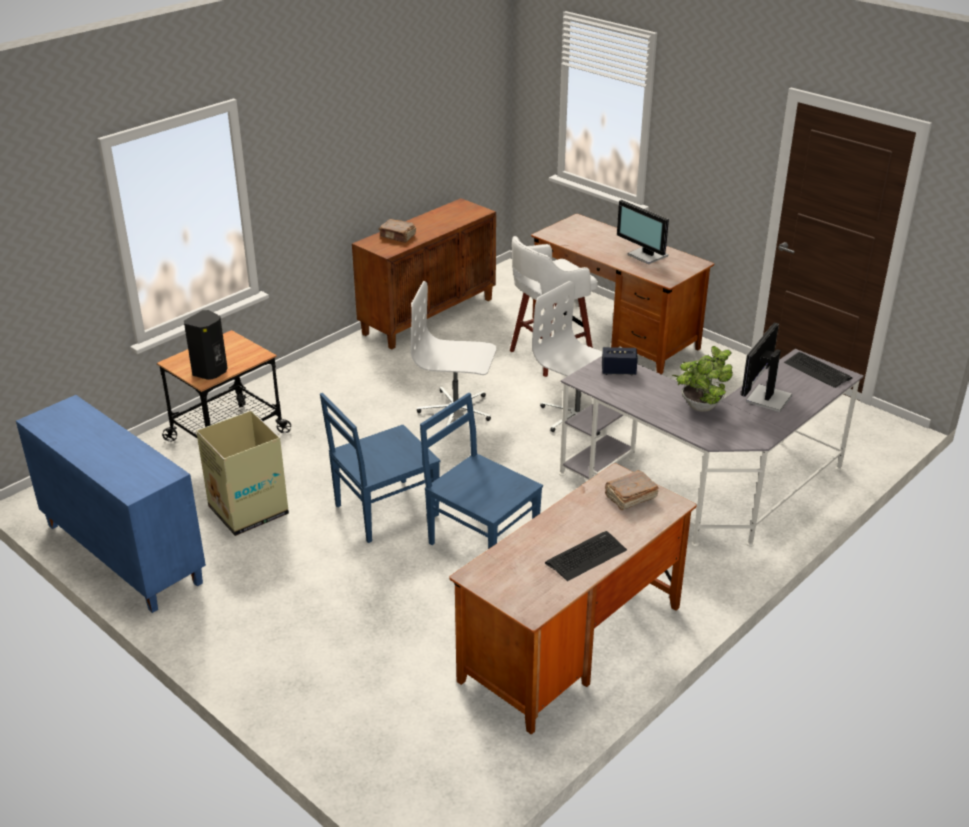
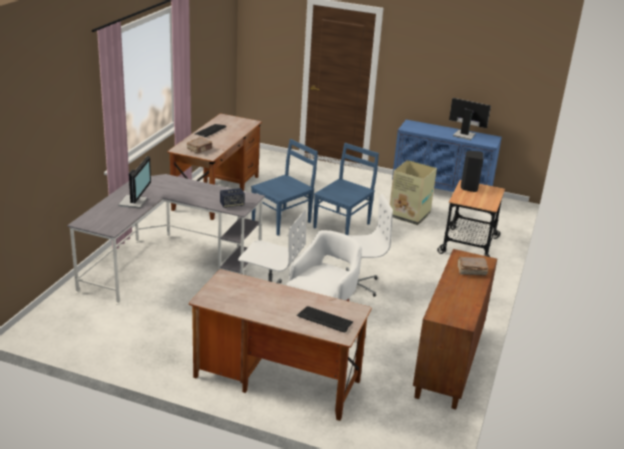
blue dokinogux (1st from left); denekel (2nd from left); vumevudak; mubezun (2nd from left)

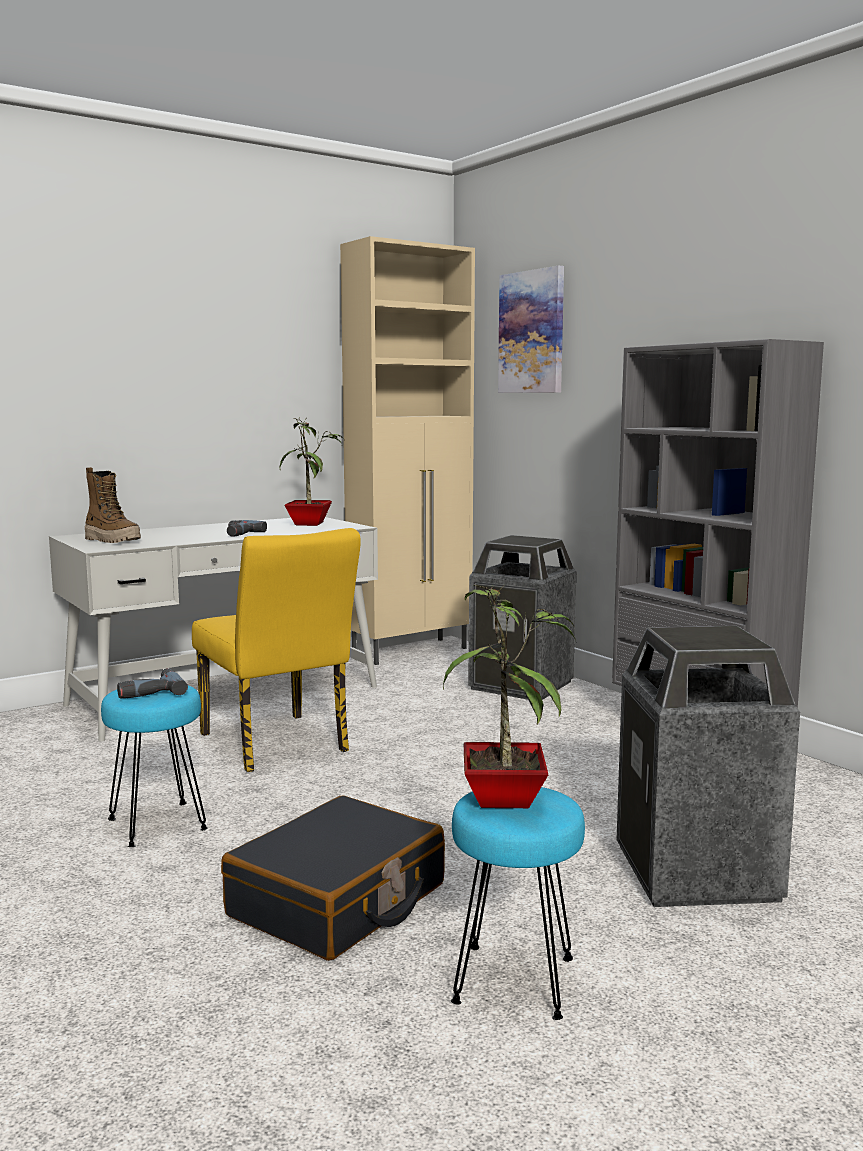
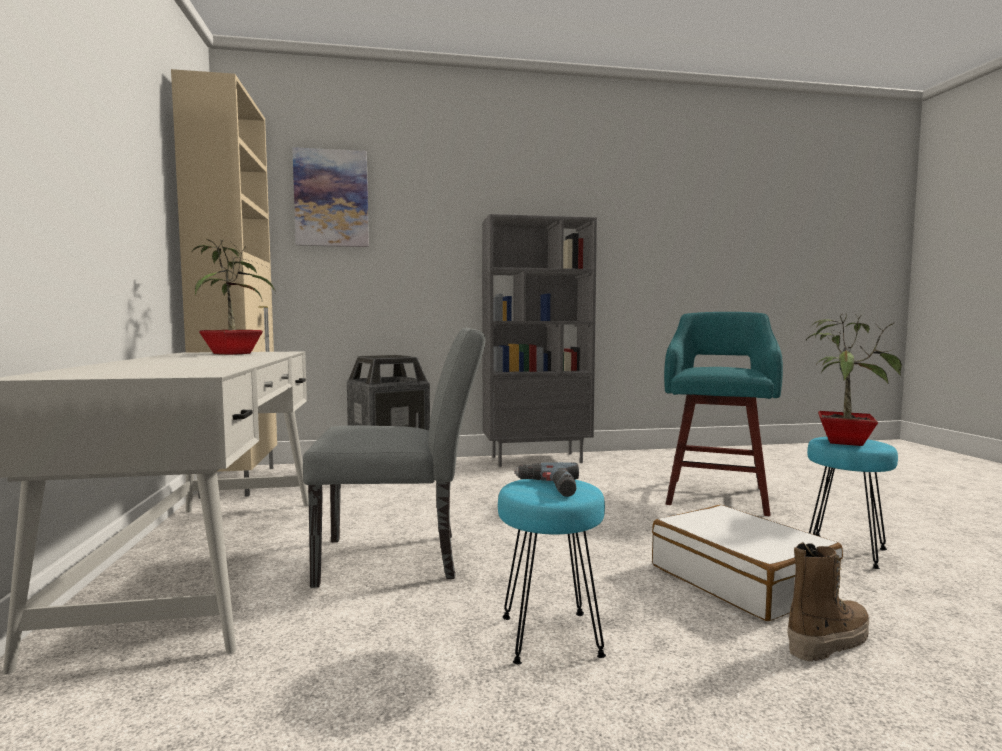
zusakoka; grey dokinogux; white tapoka; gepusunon (2nd from left in the first image); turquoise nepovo (2nd from left)

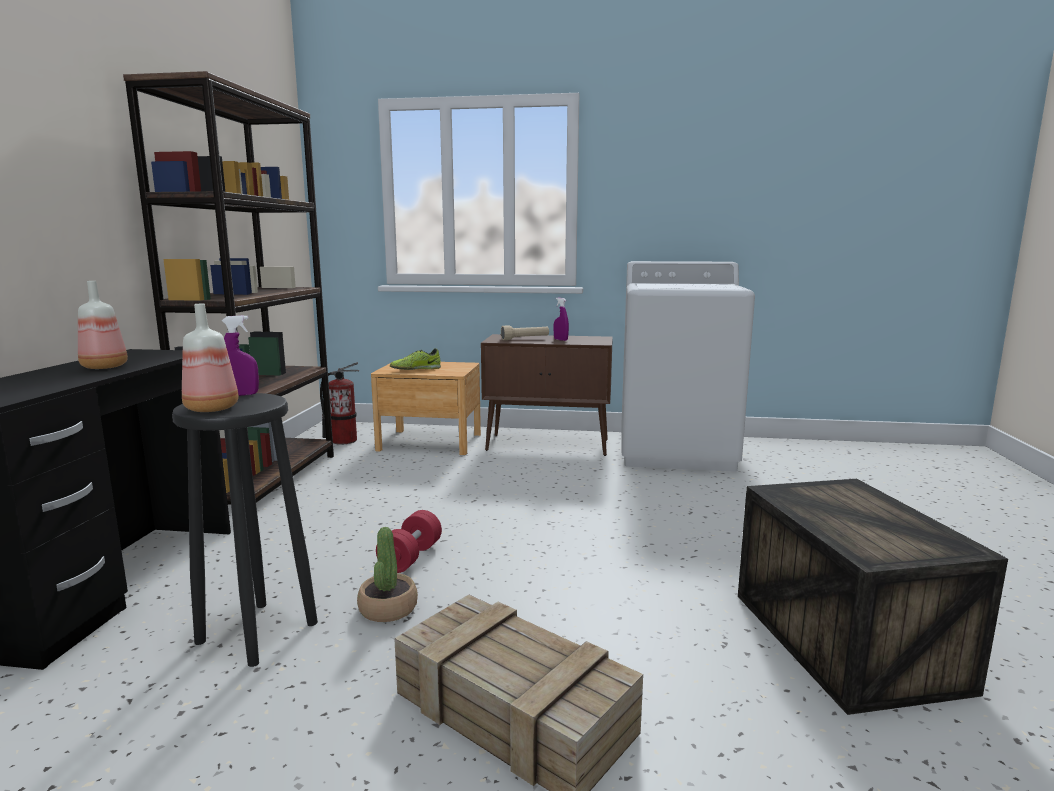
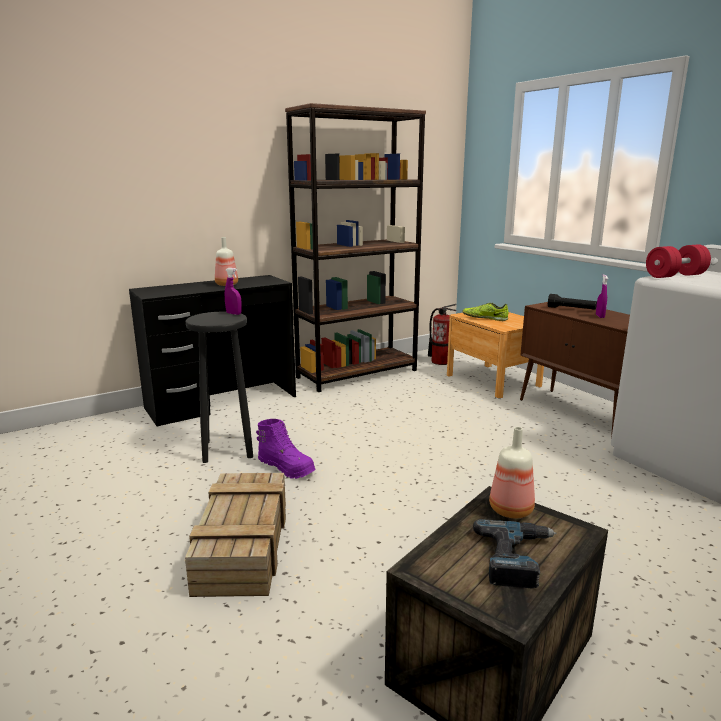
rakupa (2nd from left); purple zusakoka; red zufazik; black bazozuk; gepusunon

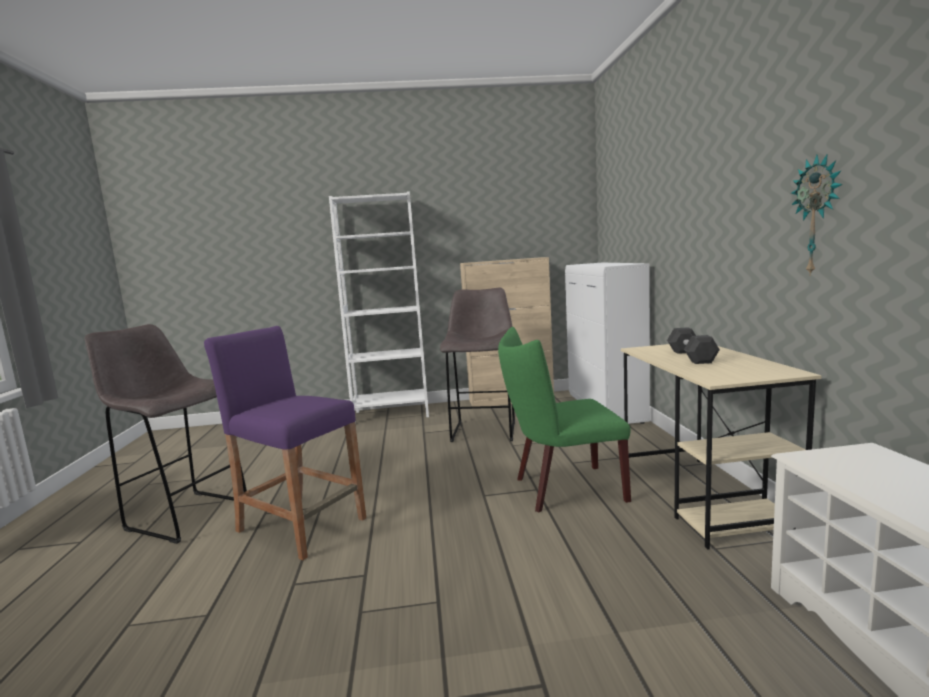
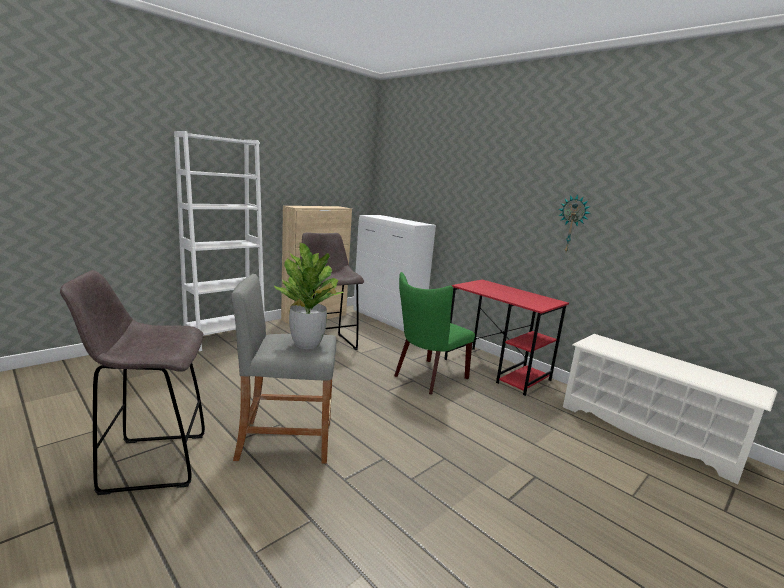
grey nepovo (2nd from left); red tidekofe; black zufazik; vumevudak

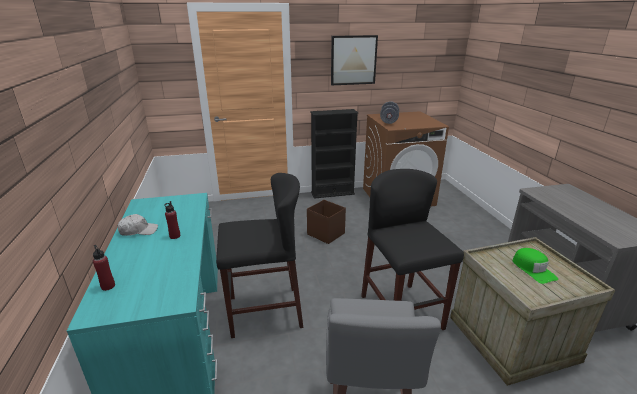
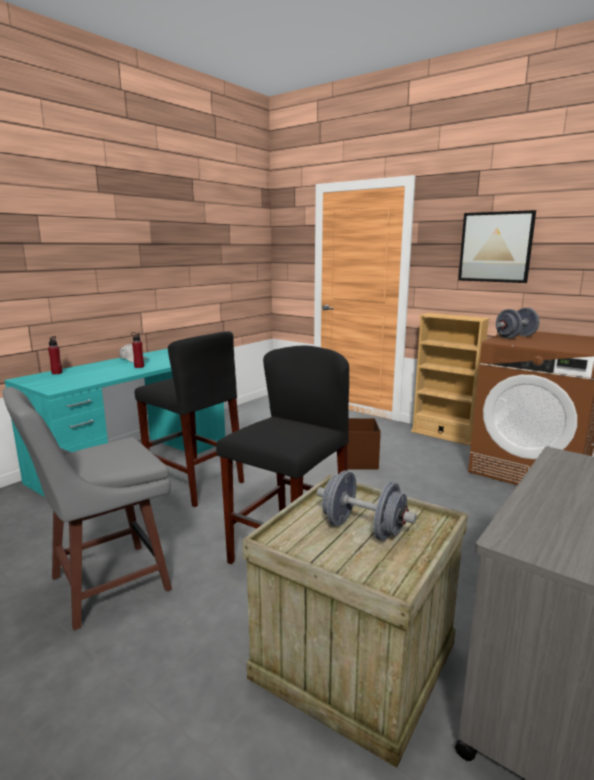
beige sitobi; grey zufazik (1st from left)

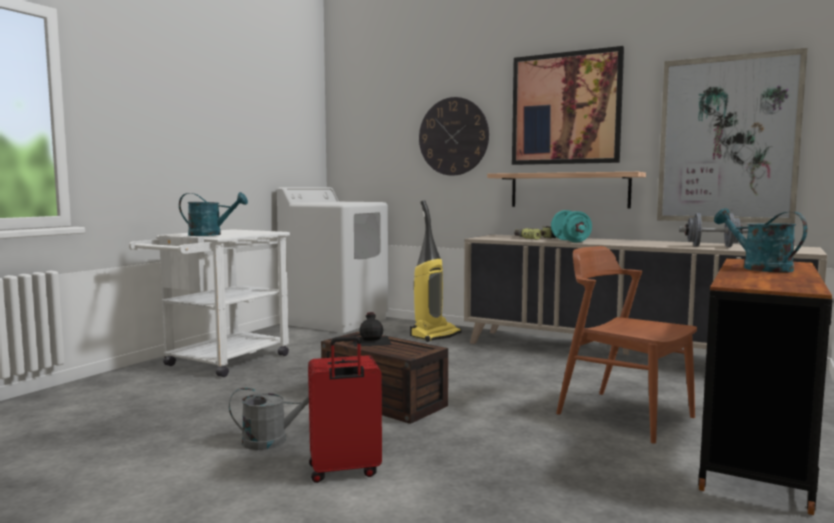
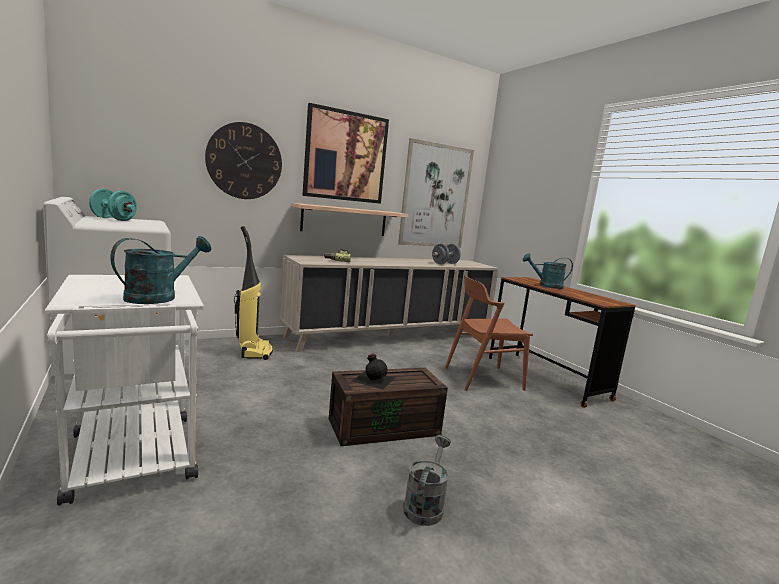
red tapoka; turquoise zufazik

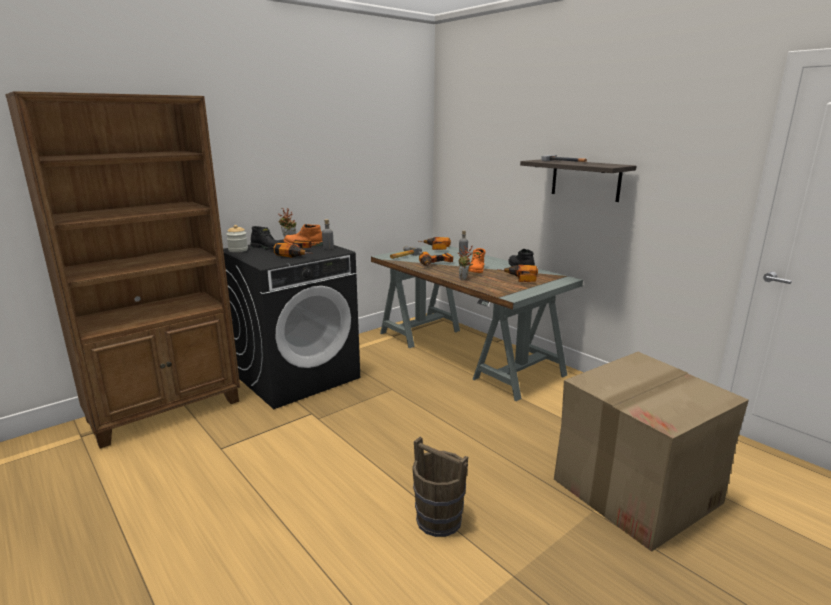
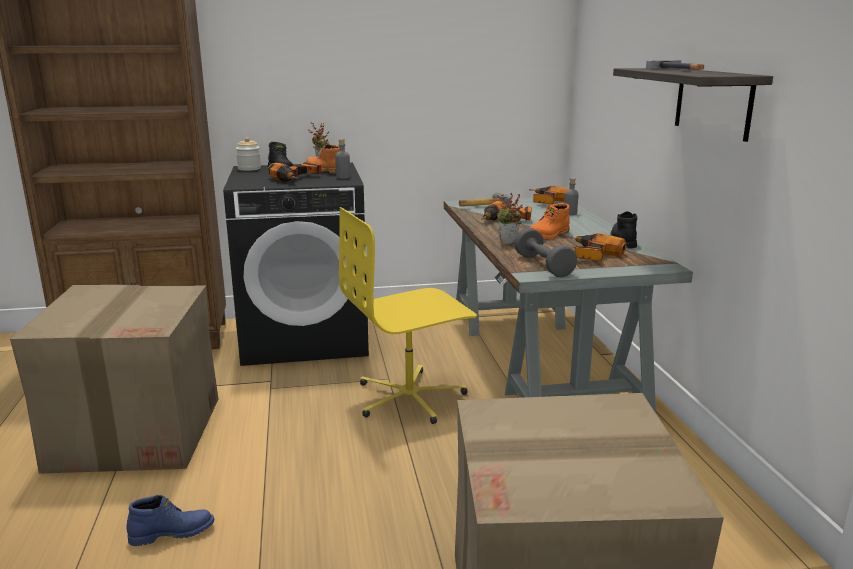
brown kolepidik; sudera (1st from left); blue zusakoka; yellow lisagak; grey zufazik

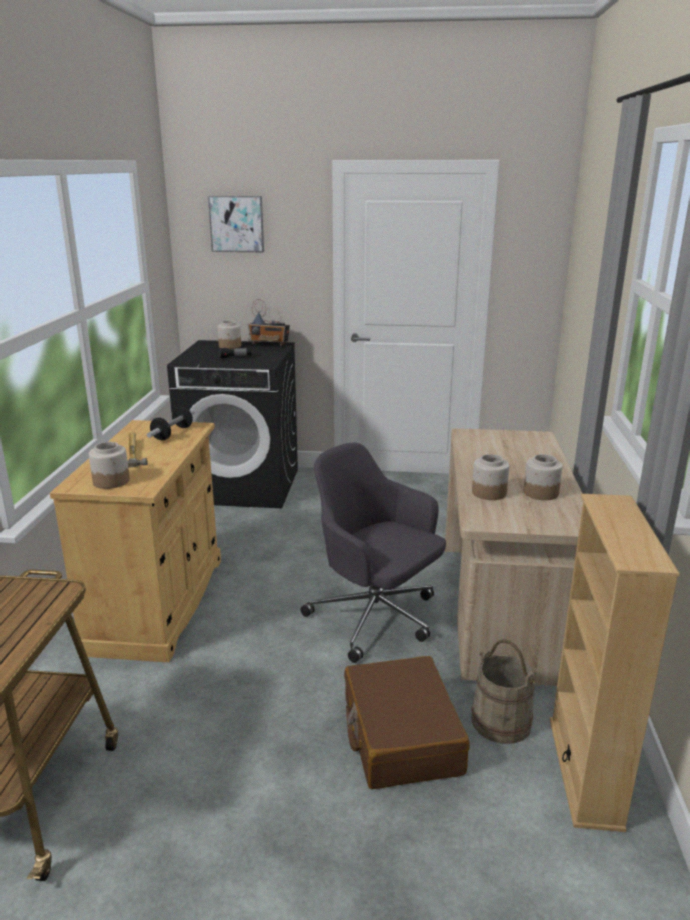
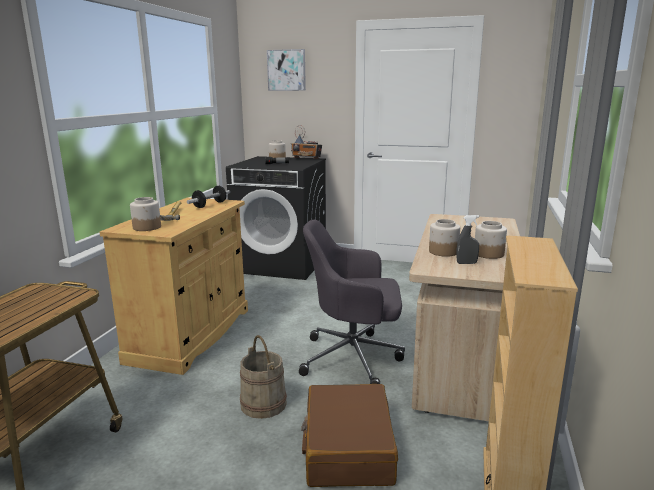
grey lisagak; beige kolepidik; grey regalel

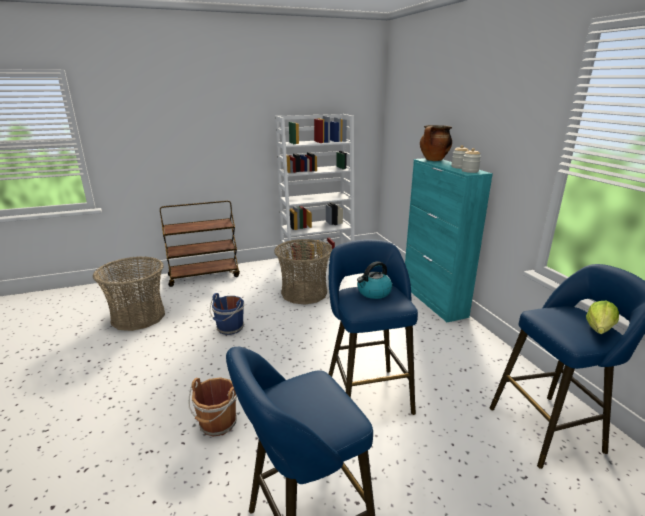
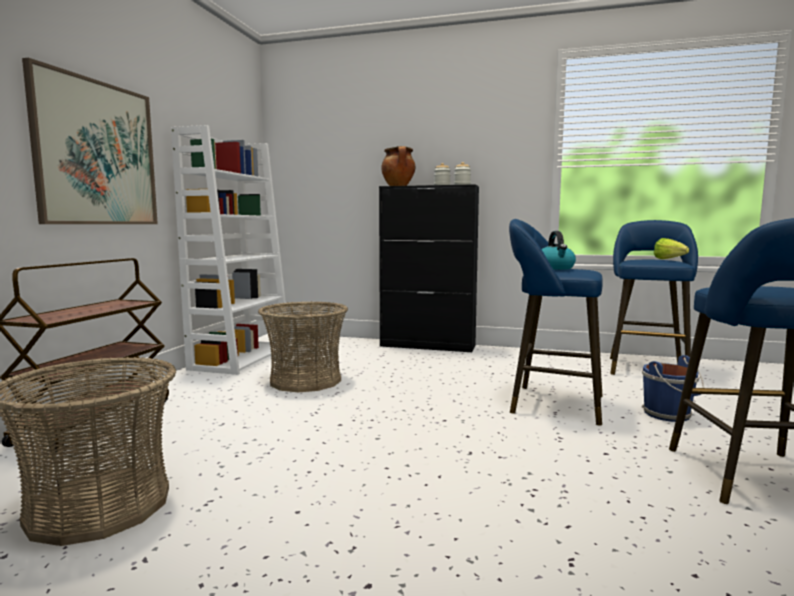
brown kolepidik; blue kolepidik; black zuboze; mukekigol

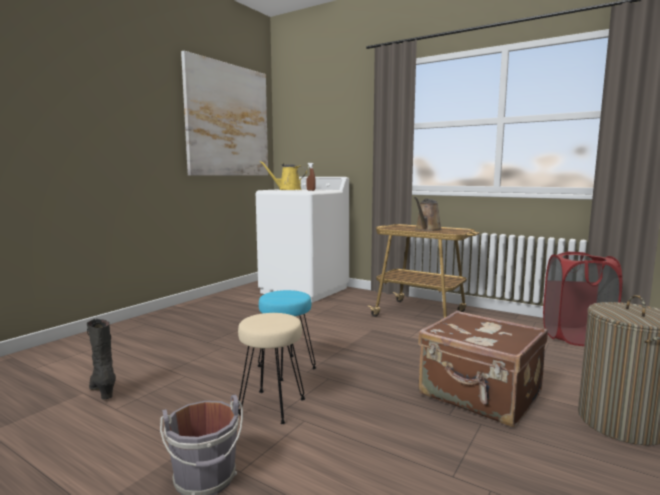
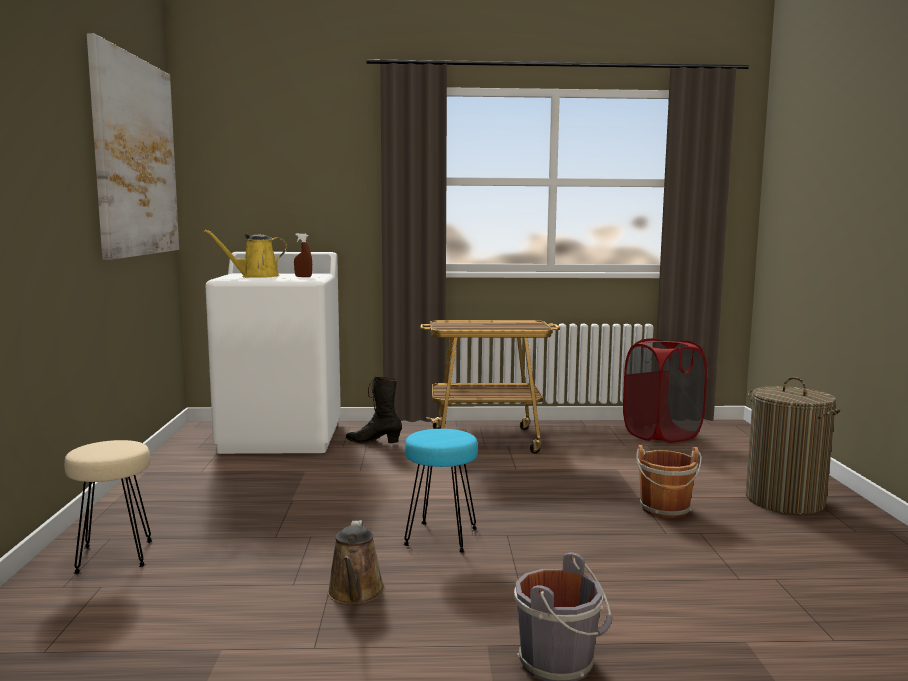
black zusakoka; beige nepovo; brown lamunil; brown kolepidik

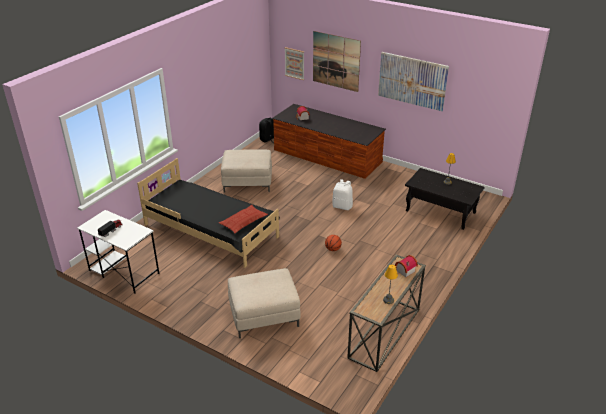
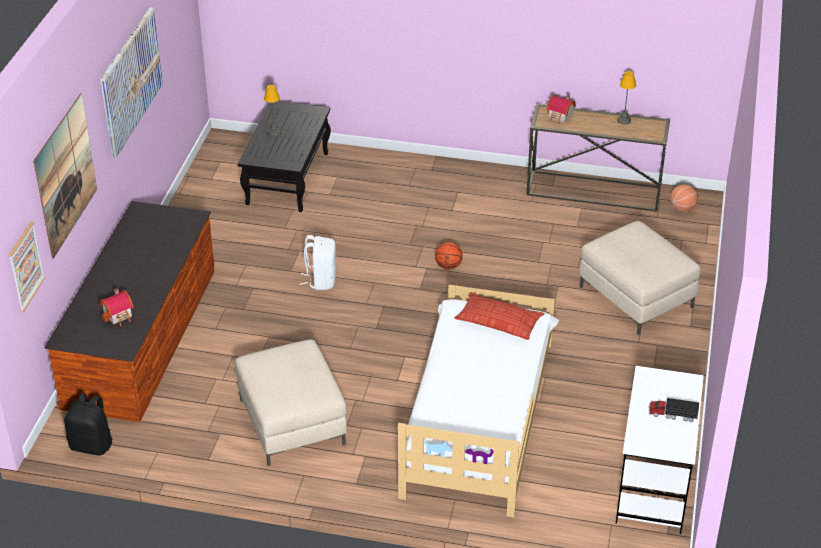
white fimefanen; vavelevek (2nd from left)

